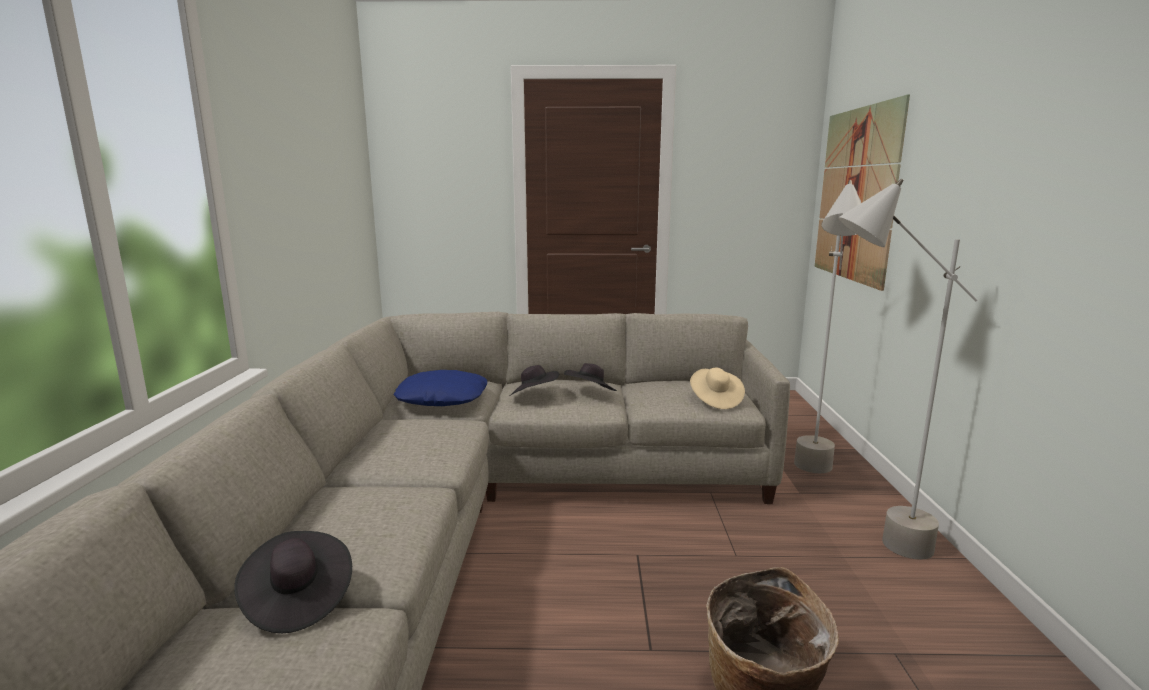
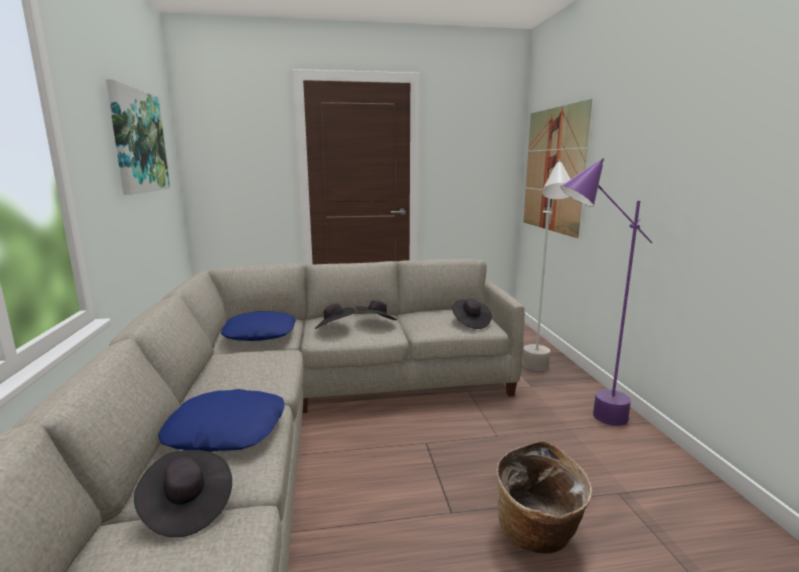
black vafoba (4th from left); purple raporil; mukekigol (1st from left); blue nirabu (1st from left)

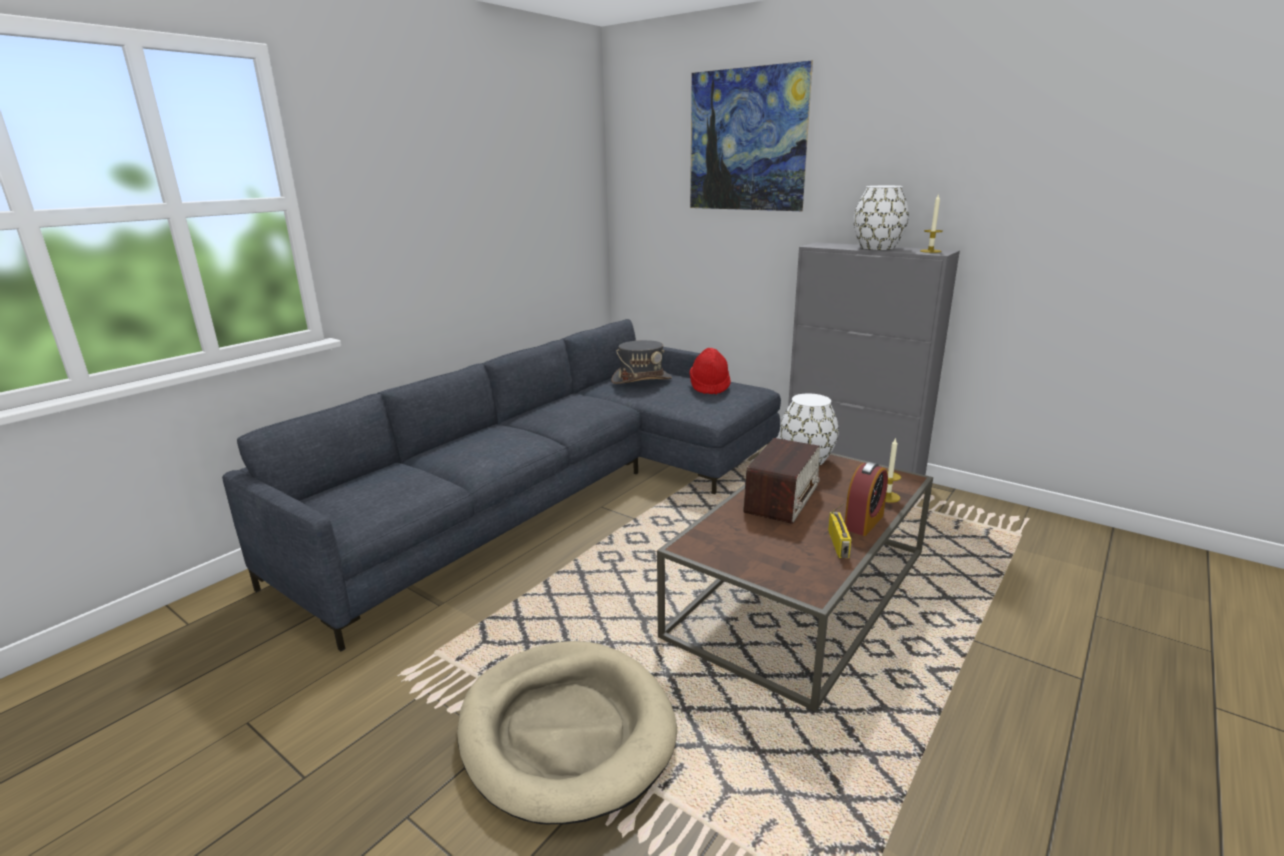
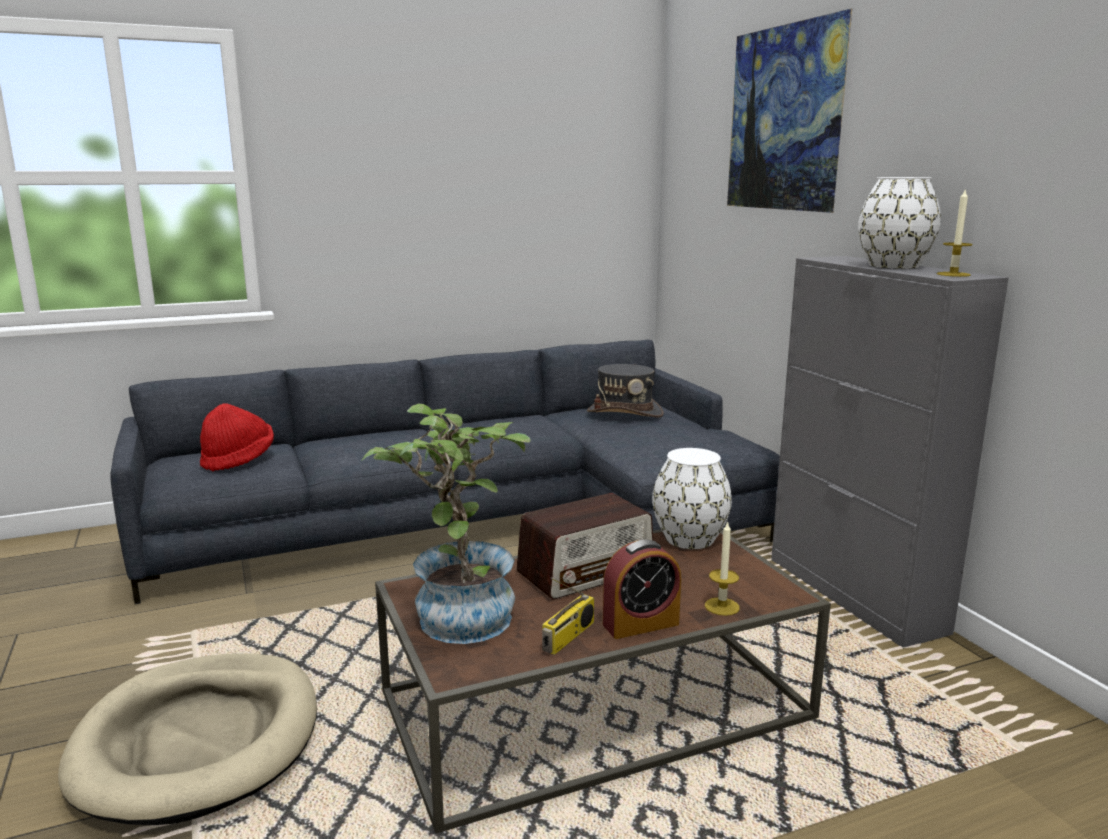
red vafoba; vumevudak

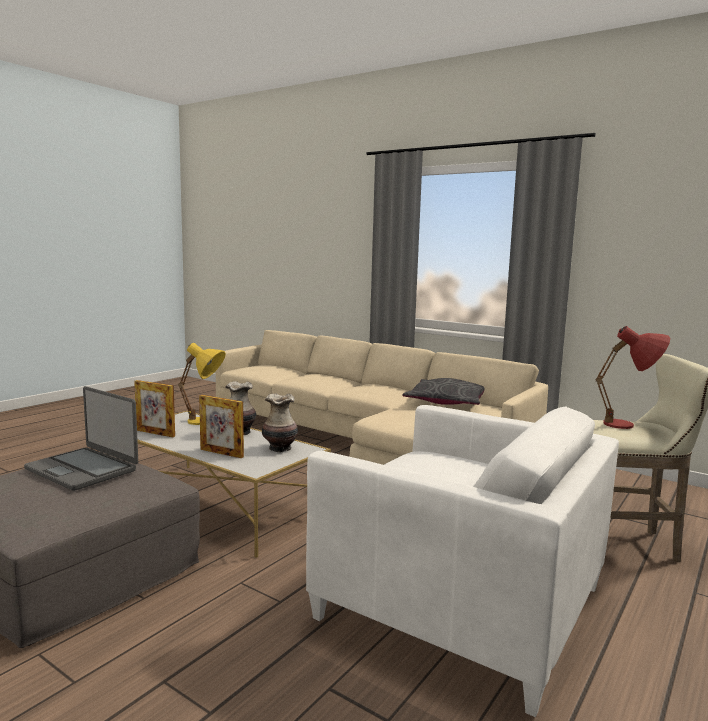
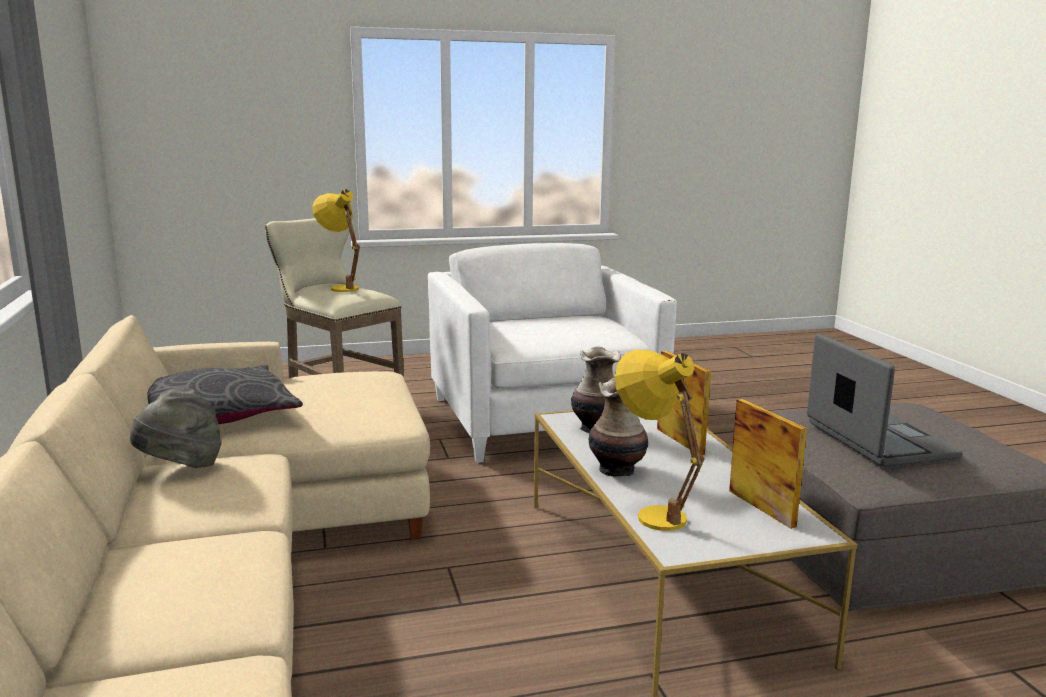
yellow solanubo (1st from left); grey vafoba

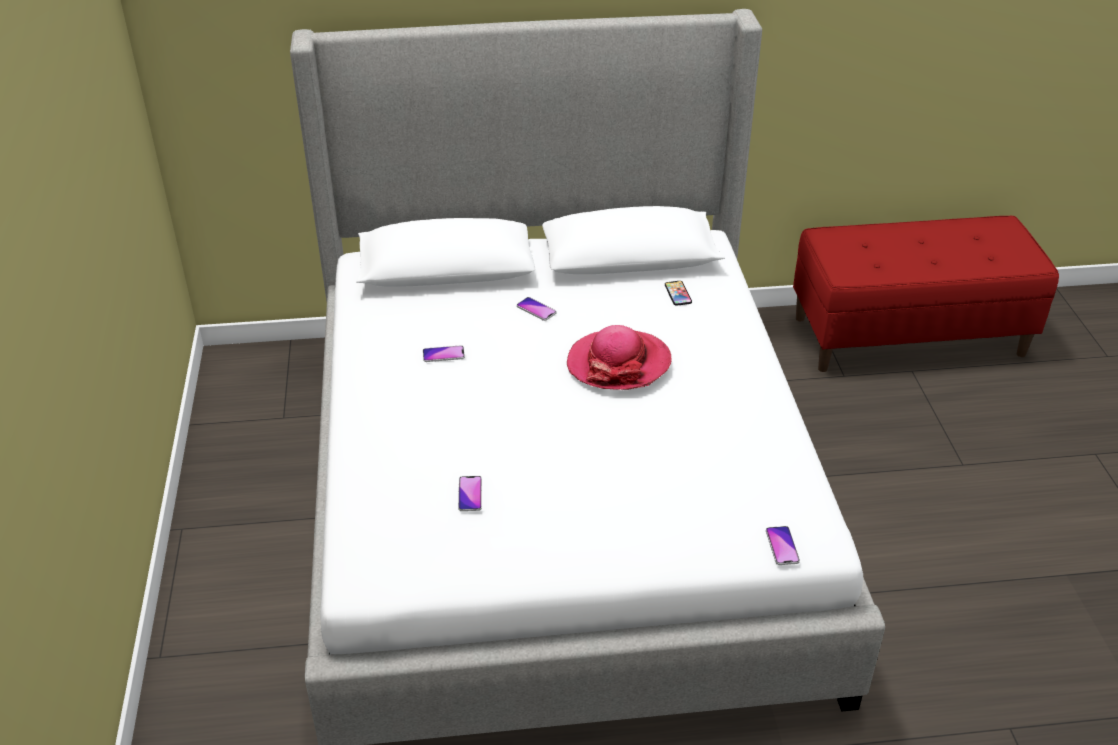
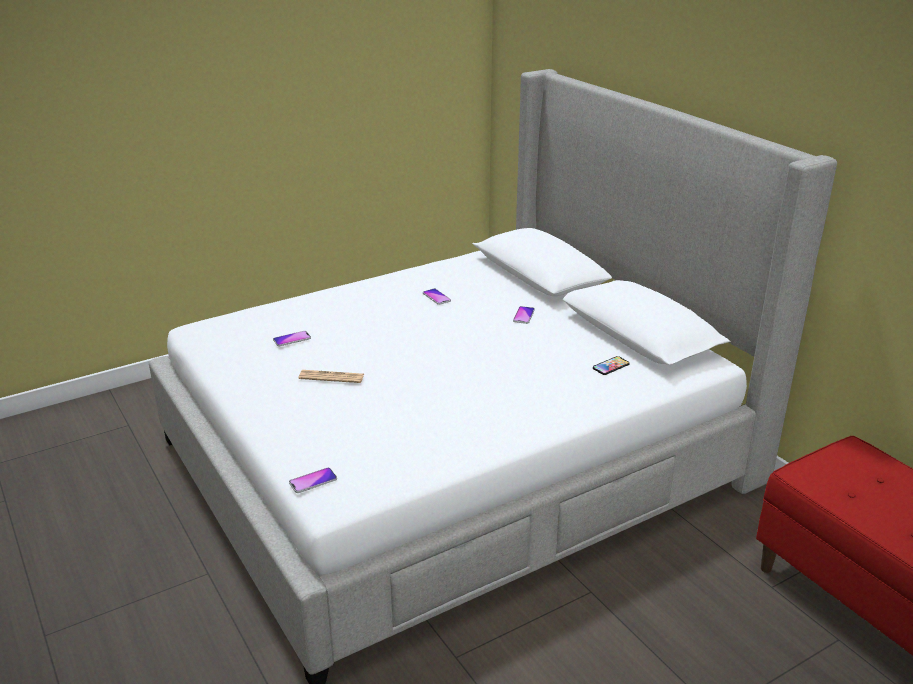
vafoba; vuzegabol

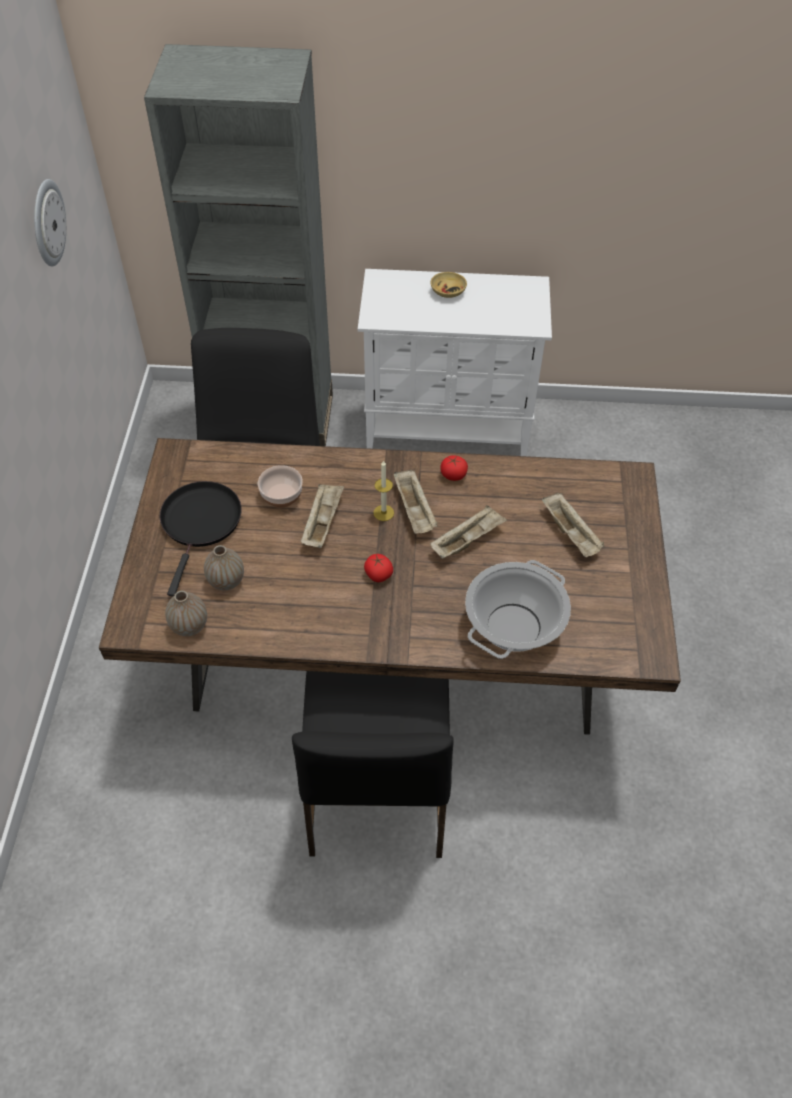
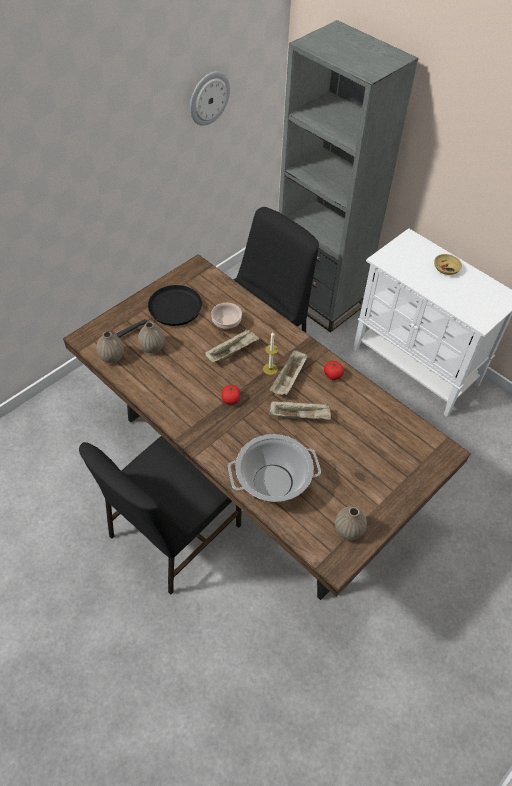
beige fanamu (4th from left in the first image); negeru (3rd from left)

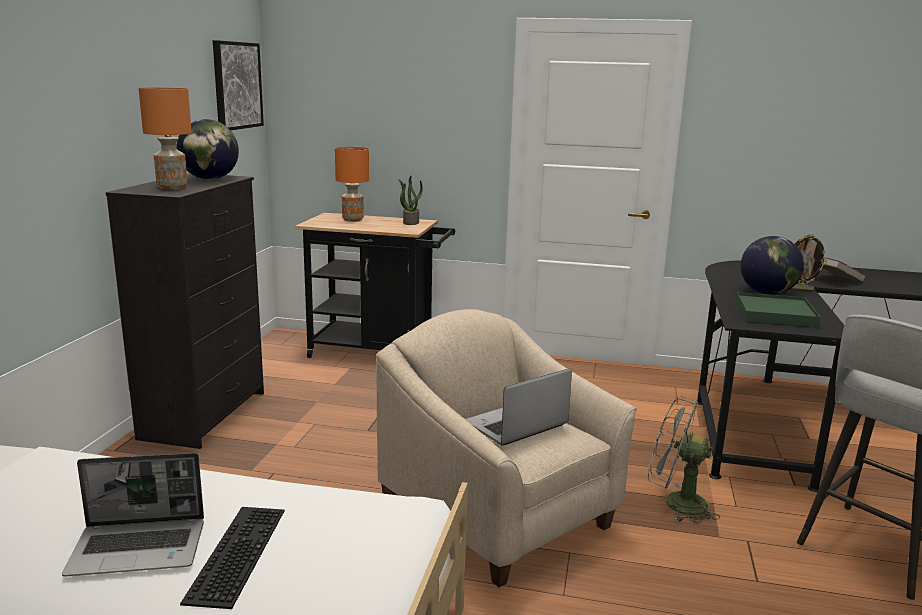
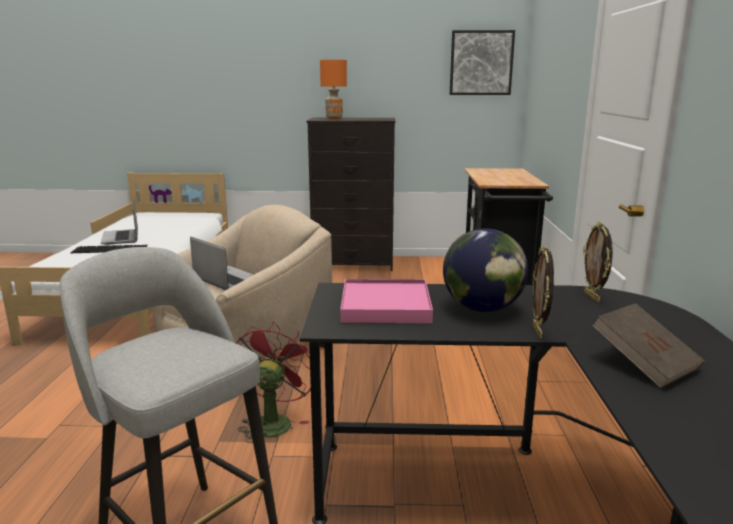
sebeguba (1st from left in the first image); orange solanubo (2nd from left in the first image); vumevudak; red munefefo; pink fanamu; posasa (2nd from left)

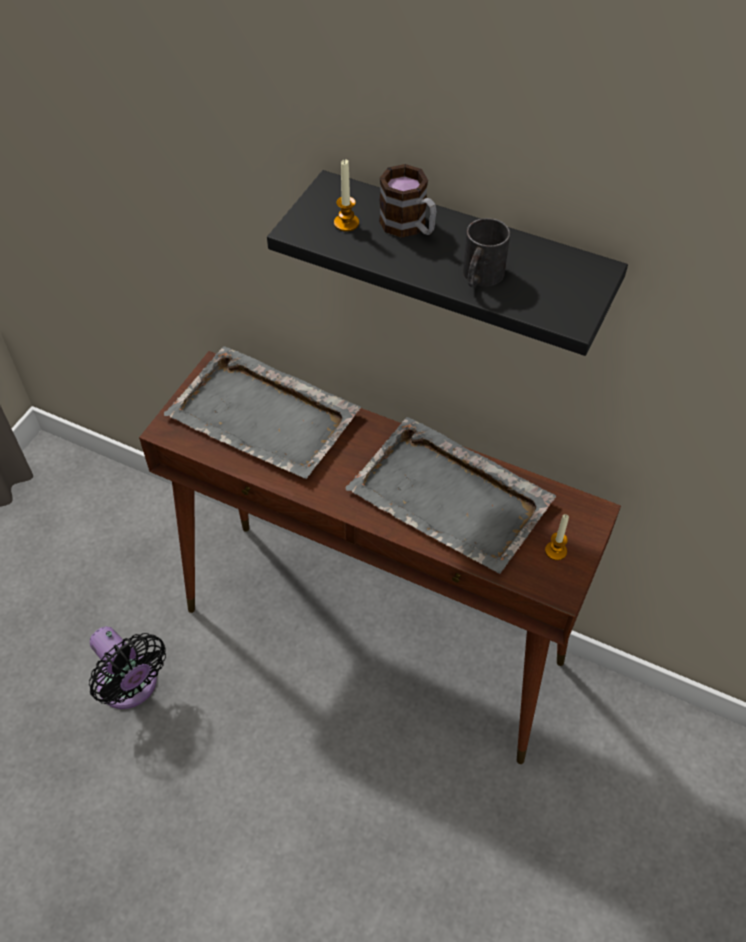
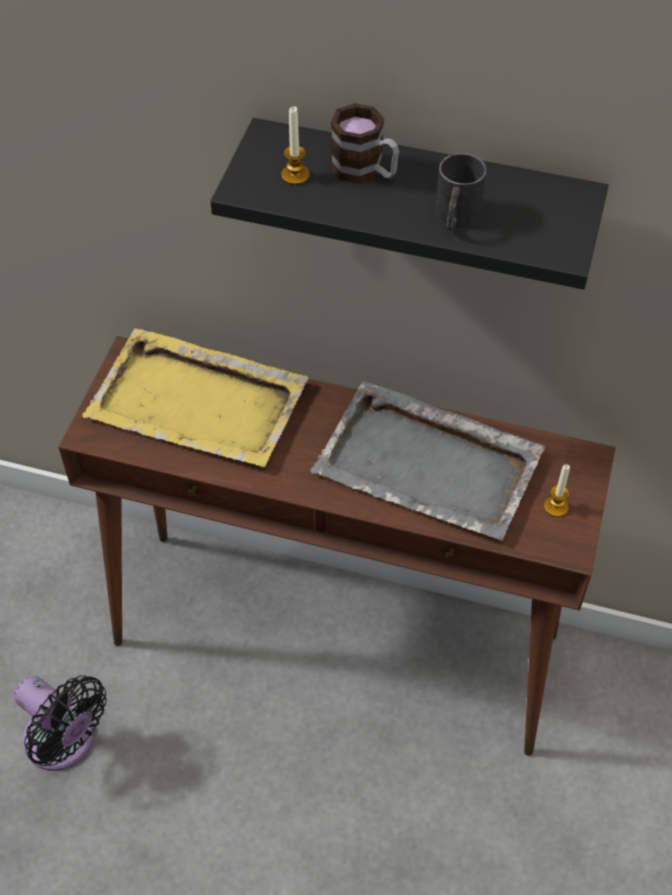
yellow fanamu

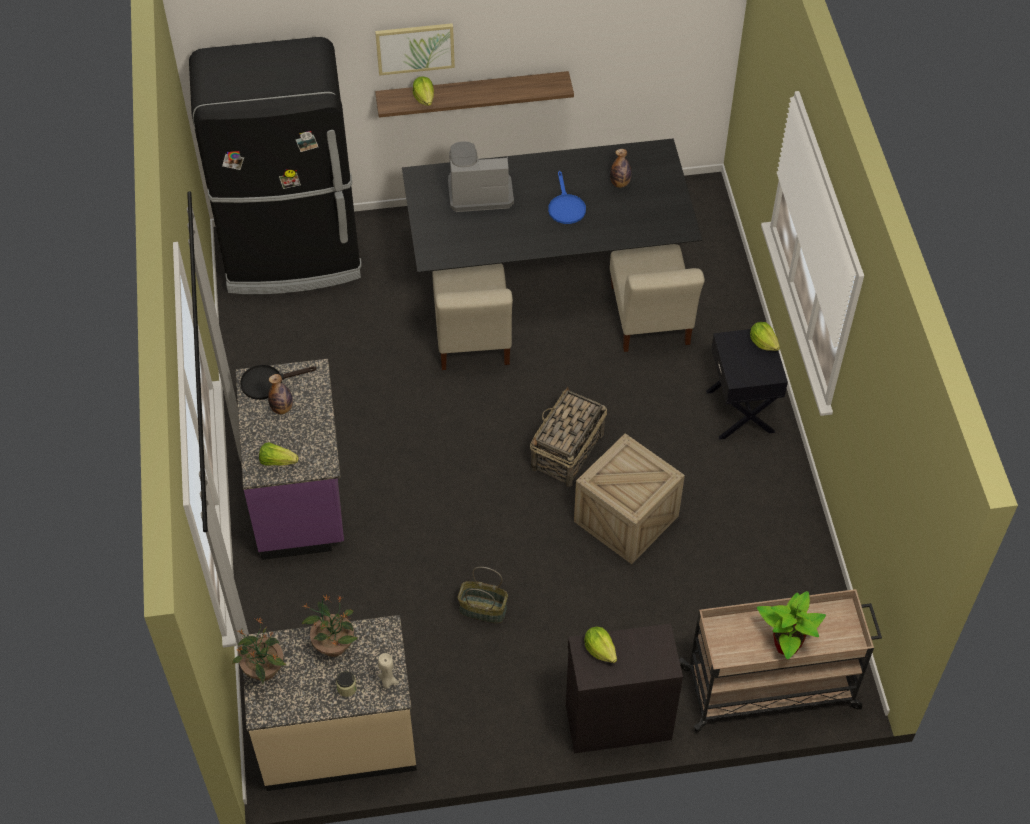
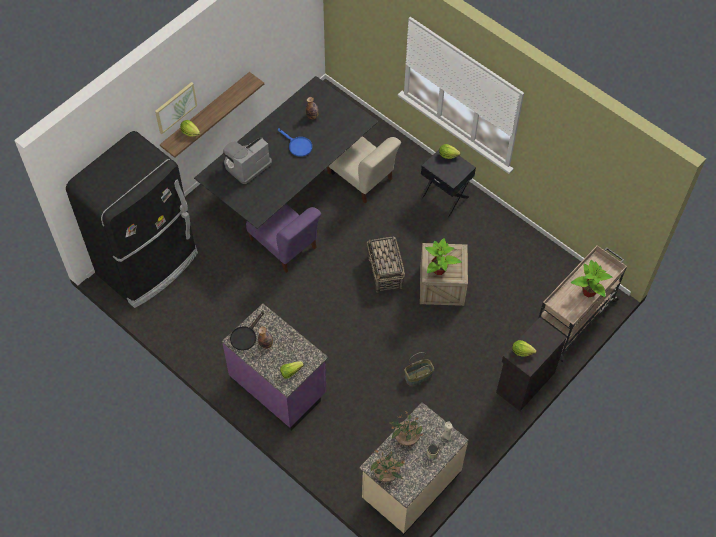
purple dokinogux; vumevudak (3rd from left)

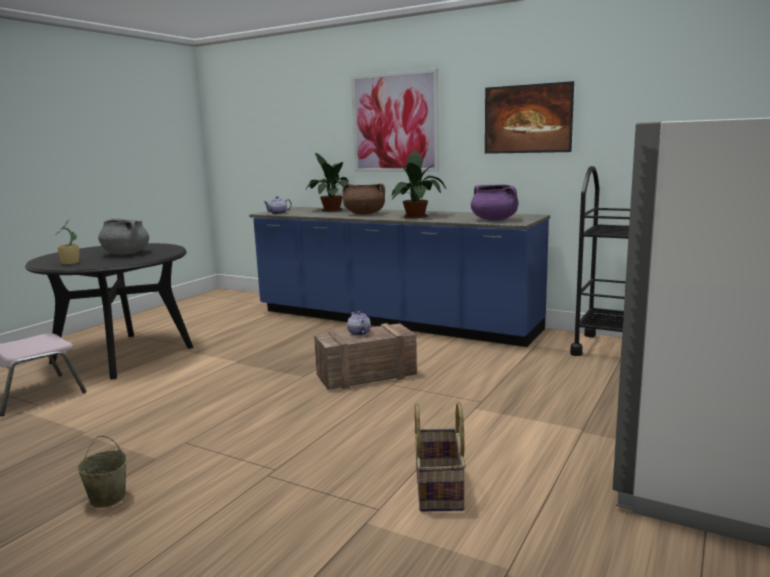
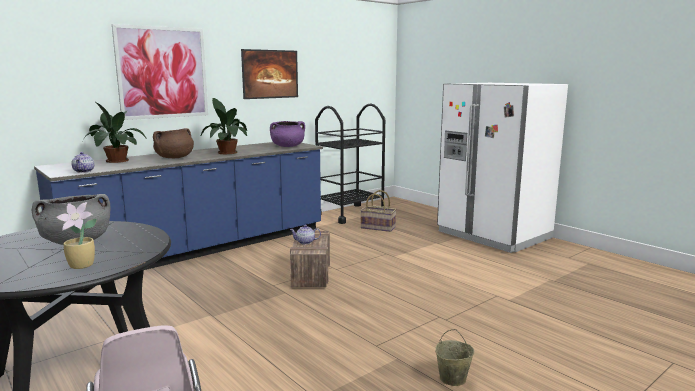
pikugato

